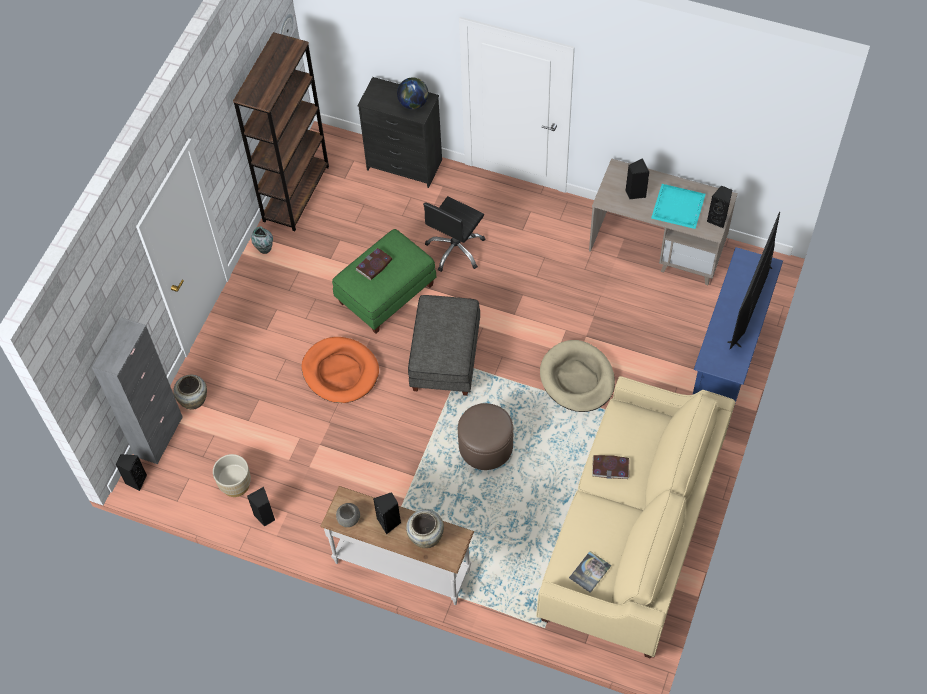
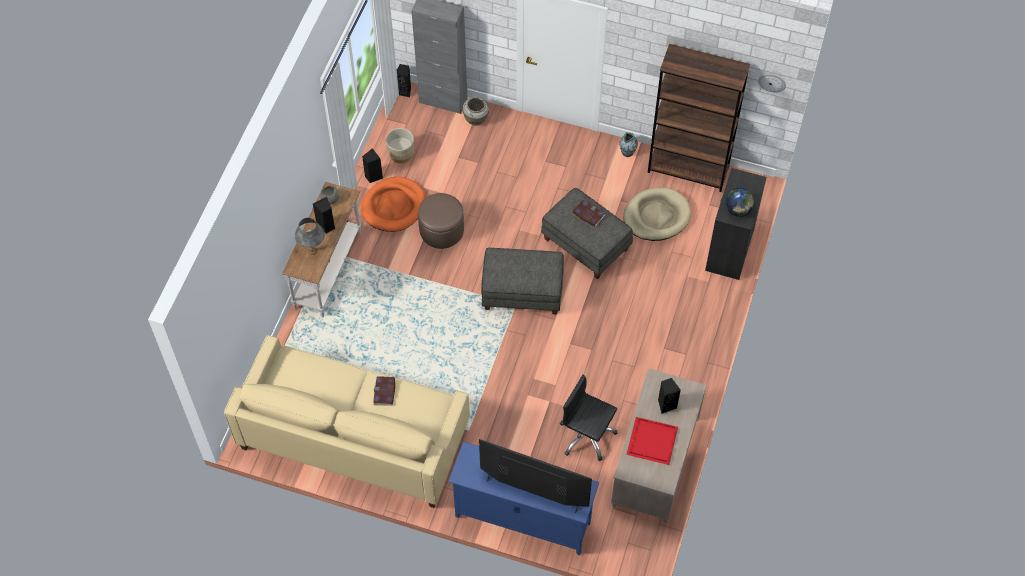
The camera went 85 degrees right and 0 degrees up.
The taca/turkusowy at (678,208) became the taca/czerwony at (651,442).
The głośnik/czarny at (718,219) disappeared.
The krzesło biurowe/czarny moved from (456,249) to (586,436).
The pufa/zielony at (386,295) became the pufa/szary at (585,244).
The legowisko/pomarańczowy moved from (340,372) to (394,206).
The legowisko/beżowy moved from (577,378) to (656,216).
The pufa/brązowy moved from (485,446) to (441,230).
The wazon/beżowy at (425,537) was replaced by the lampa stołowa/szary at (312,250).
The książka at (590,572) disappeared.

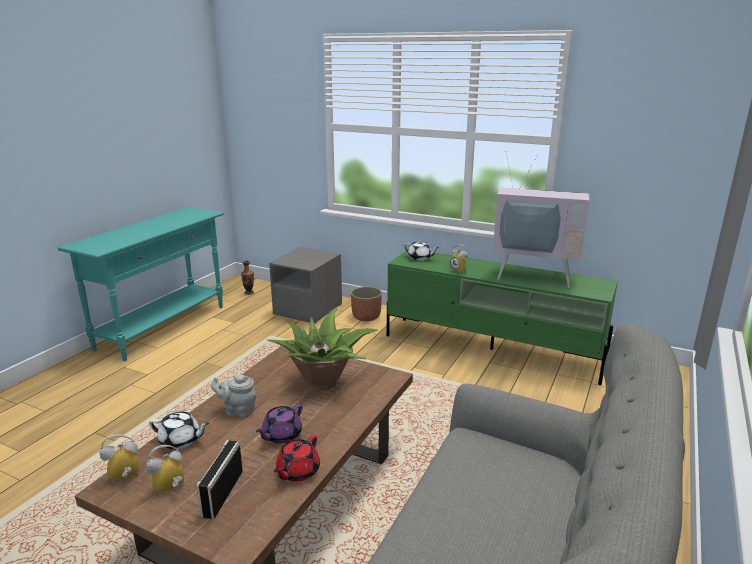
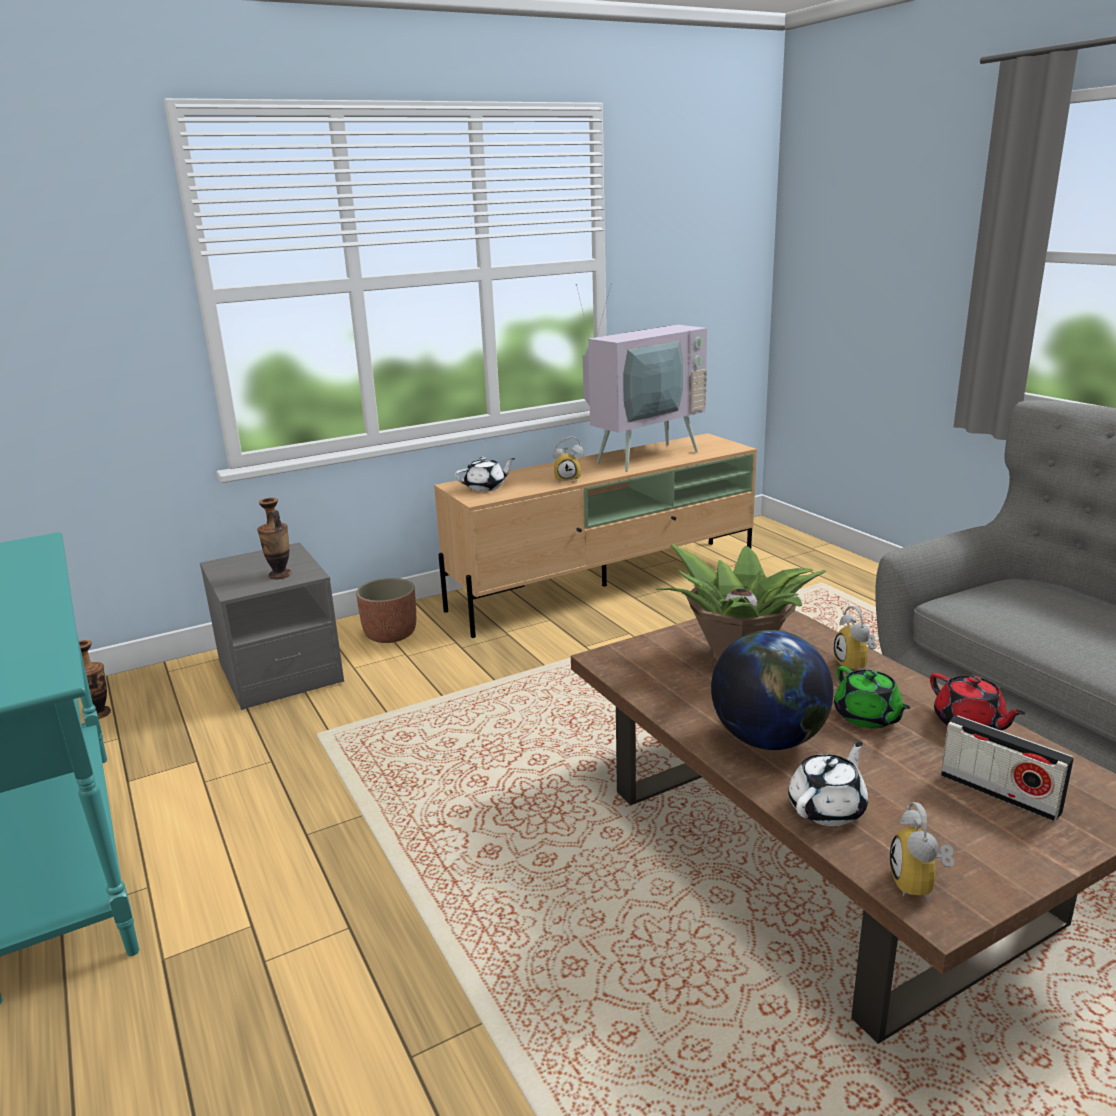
The camera went 55 degrees left and 0 degrees up.
The szafka pod telewizor/zielony at (492,349) became the szafka pod telewizor/beżowy at (606,585).
The imbryk/szary at (238,411) was replaced by the globus at (768,739).
The imbryk/fioletowy at (281,435) became the imbryk/zielony at (867,717).
The budzik moved from (171,490) to (856,666).
The wazon at (280,575) appeared.

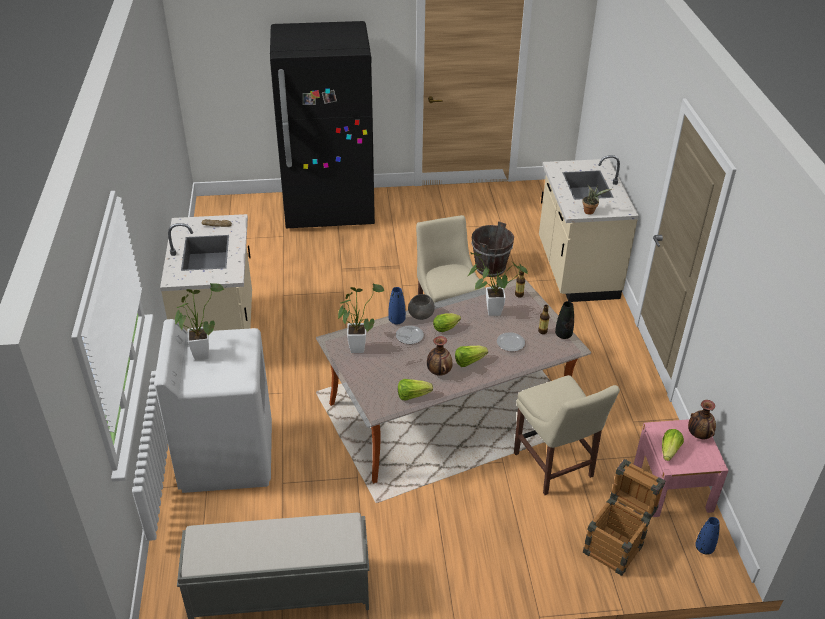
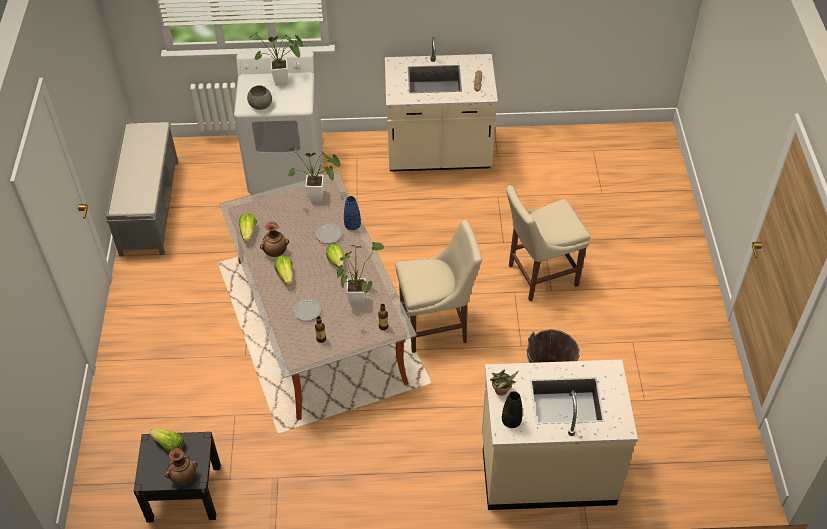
The camera went 95 degrees right and 10 degrees up.
The lodówka/czarny at (329,210) disappeared.
The miska/szary moved from (421,314) to (261,105).
The wazon/czarny moved from (563,335) to (511,421).
The krzesło/beżowy moved from (555,467) to (539,276).
The szafka nocna/różowy at (672,487) became the szafka nocna/czarny at (184,492).
The skrzynka at (616,544) disappeared.
The wazon/niebieski at (704,548) disappeared.

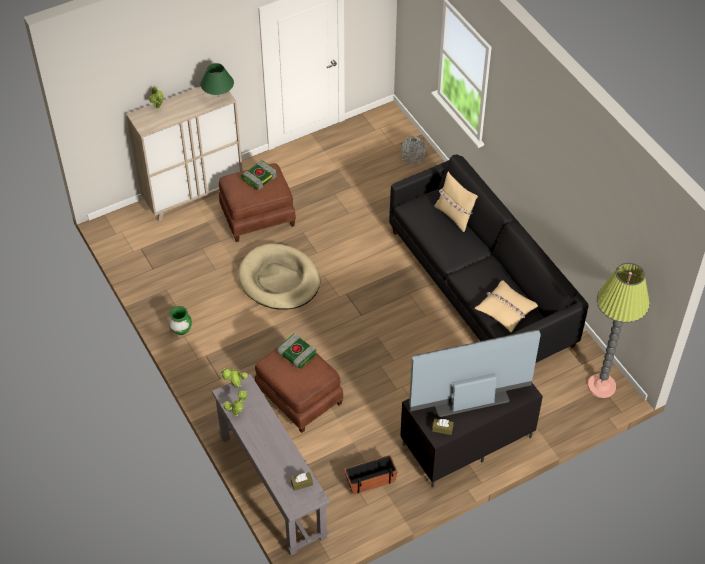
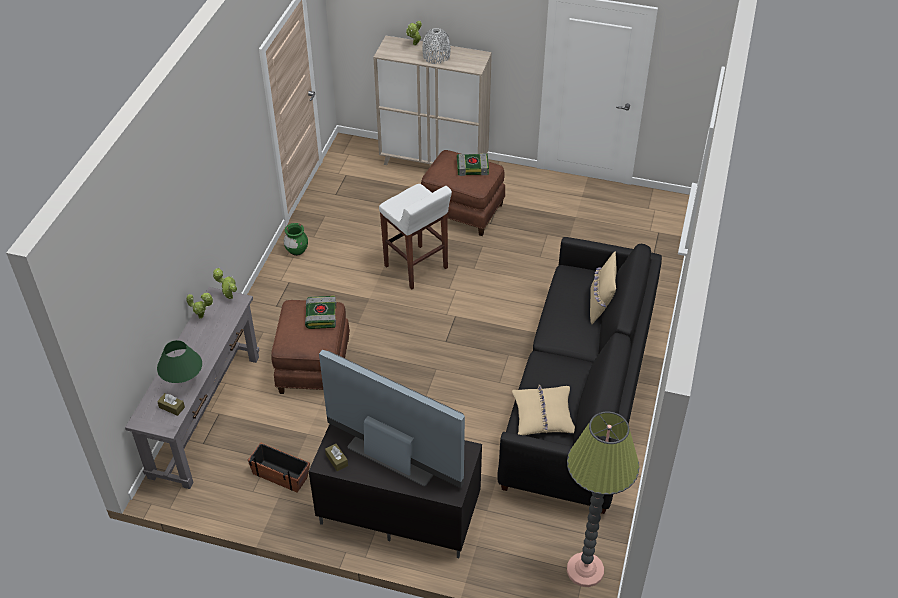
The camera went 45 degrees right and 5 degrees down.
The lampa stołowa/zielony moved from (218,96) to (183,381).
The wazon/szary moved from (413,157) to (436,56).
The legowisko/beżowy at (279,280) was replaced by the stołek/biały at (416,268).

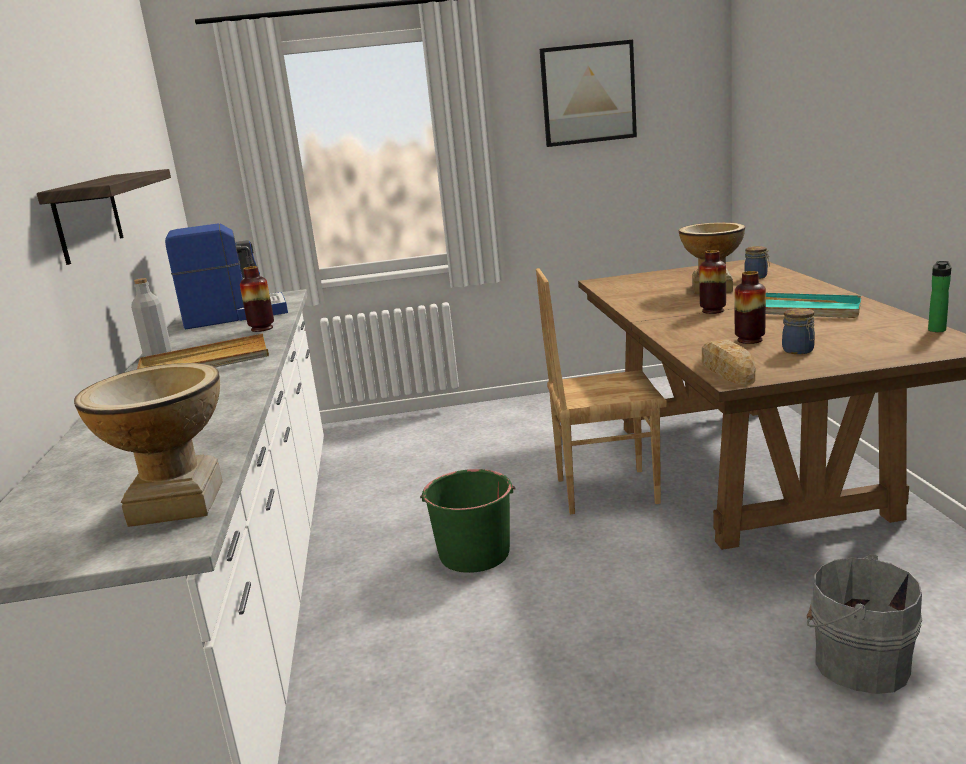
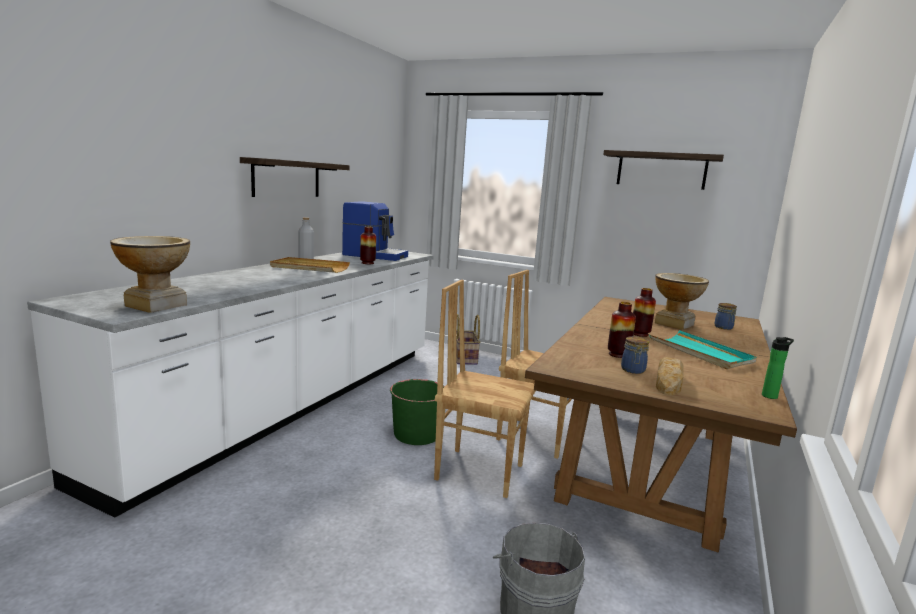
The camera went 30 degrees right and 5 degrees down.
The obraz at (588,94) was replaced by the półka at (661,170).
The chleb moved from (727,370) to (668,382).
The krzesło/brązowy at (479,471) appeared.
The koszyk at (465,358) appeared.

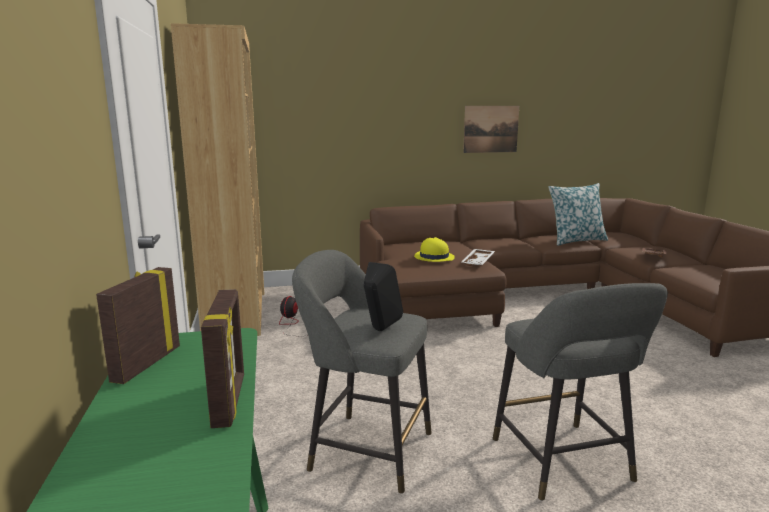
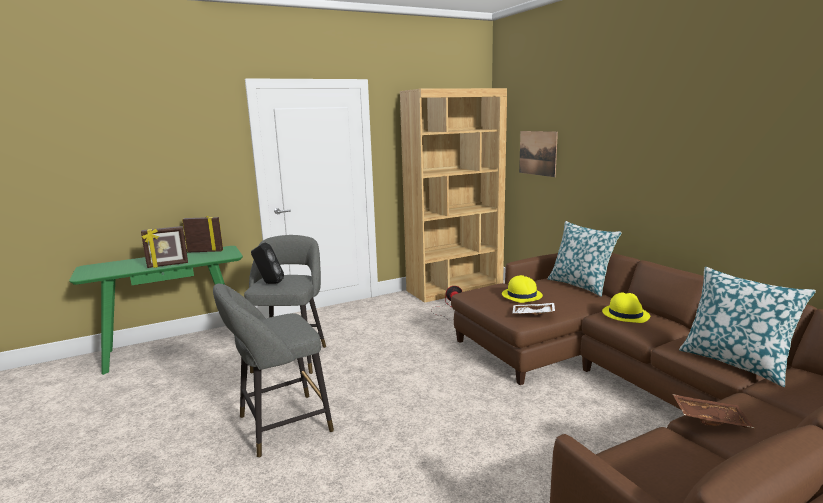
The camera went 75 degrees right and 0 degrees up.
The obraz moved from (491,129) to (537,153).
The poduszka at (580,285) appeared.
The kapelusz/żółty at (625,314) appeared.

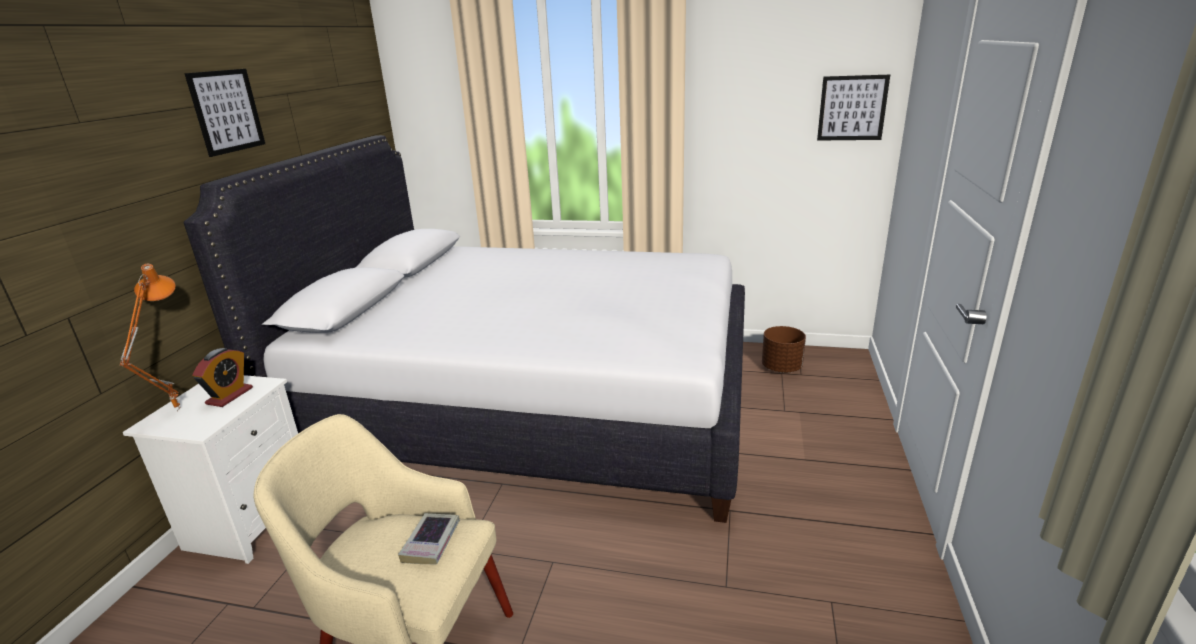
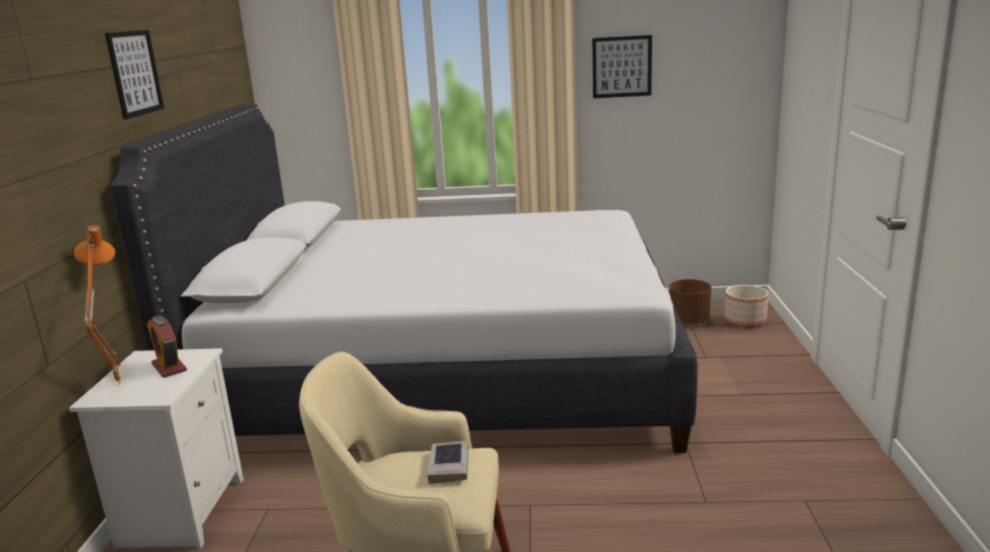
The camera went 10 degrees left and 5 degrees down.
The obraz moved from (852,108) to (621,67).
The budzik at (229,396) turned 135 degrees clockwise.
The donica at (745,320) appeared.

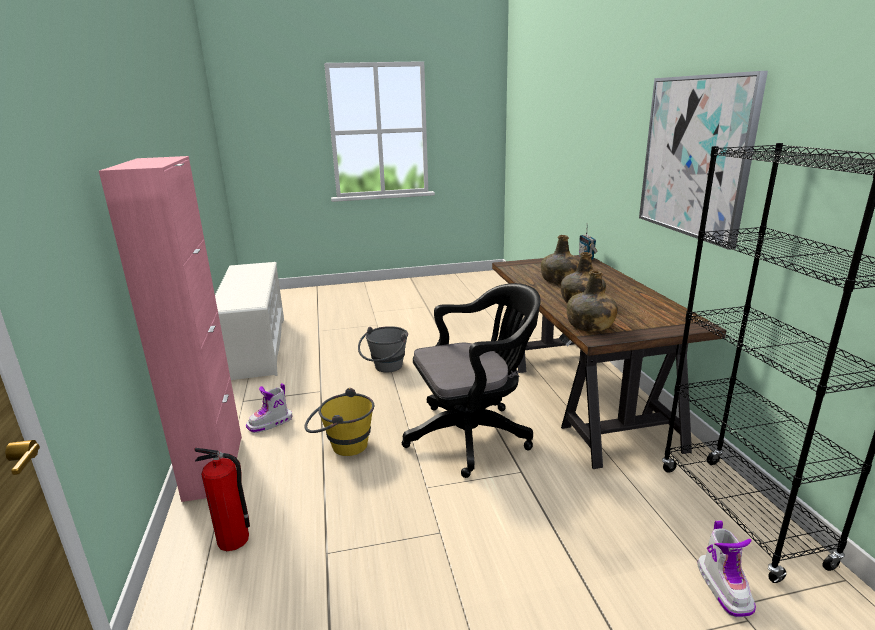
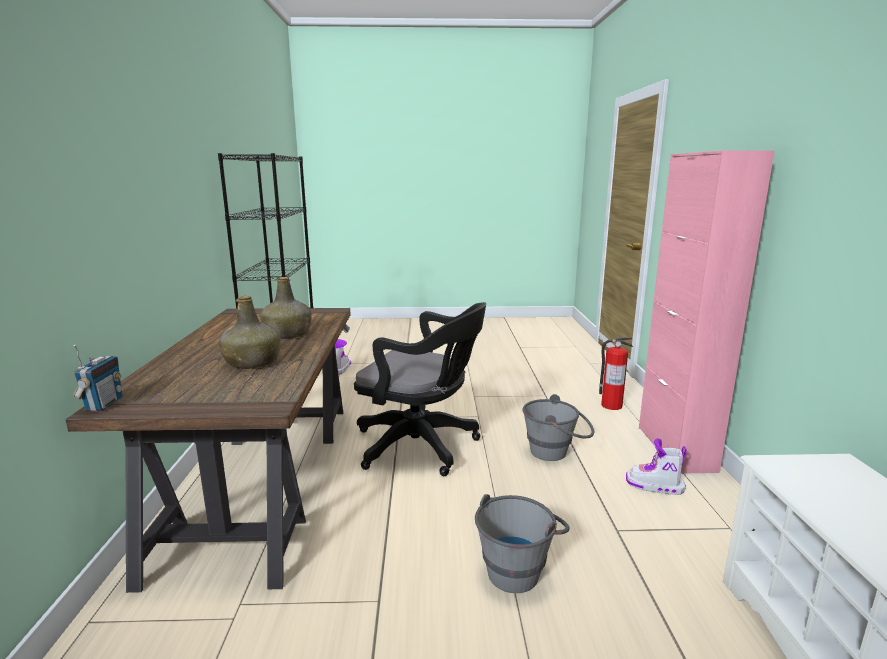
The camera went 170 degrees left and 5 degrees down.
The obraz at (695,157) disappeared.
The butelka/zielony at (590,326) disappeared.
The krzesło biurowe/czarny at (473,435) turned 150 degrees counterclockwise.
The but z cholewką at (270,423) turned 135 degrees counterclockwise.
The wiadro/żółty at (342,445) became the wiadro/szary at (556,452).

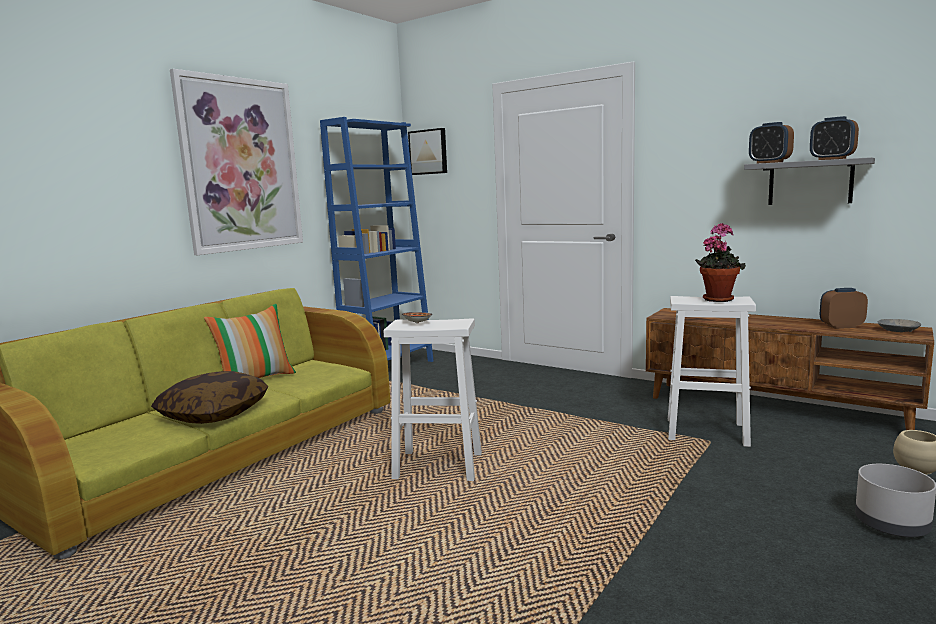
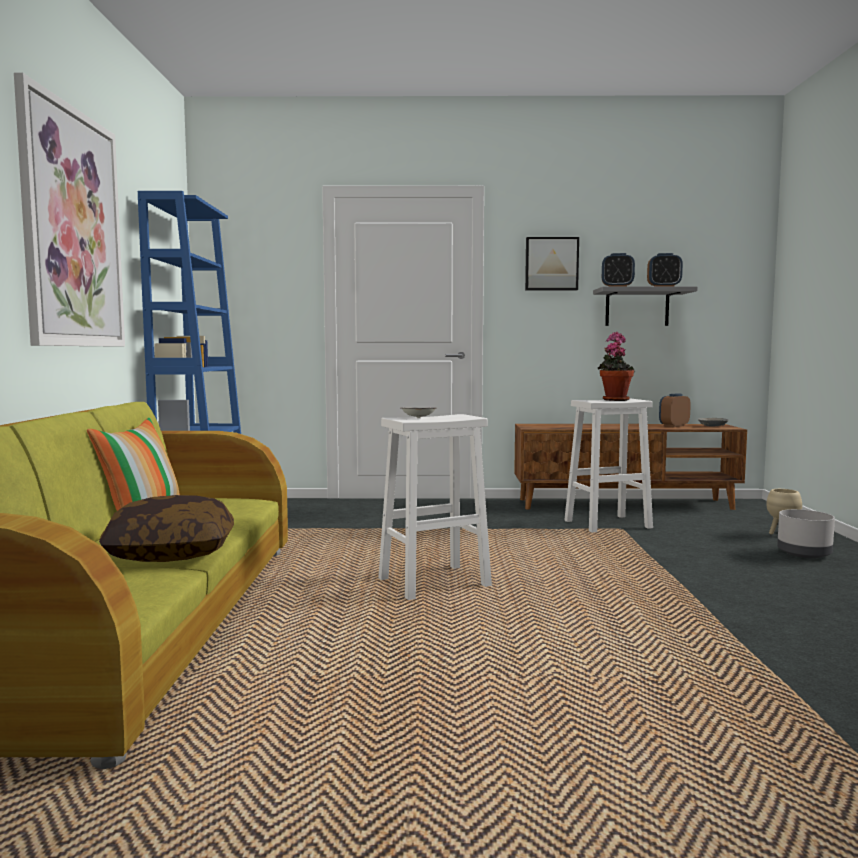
The camera went 35 degrees left and 5 degrees down.
The obraz moved from (429,152) to (551,264).

